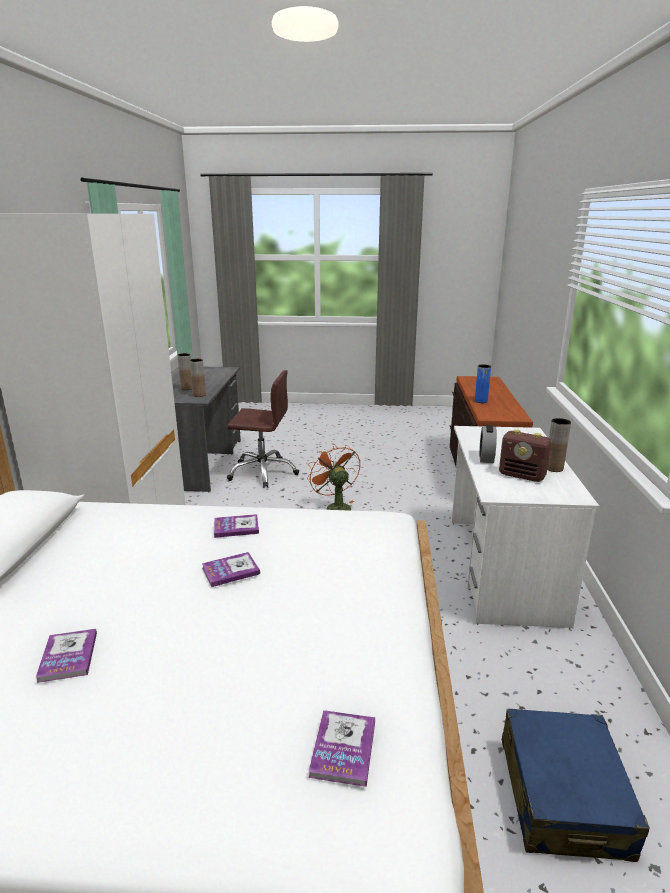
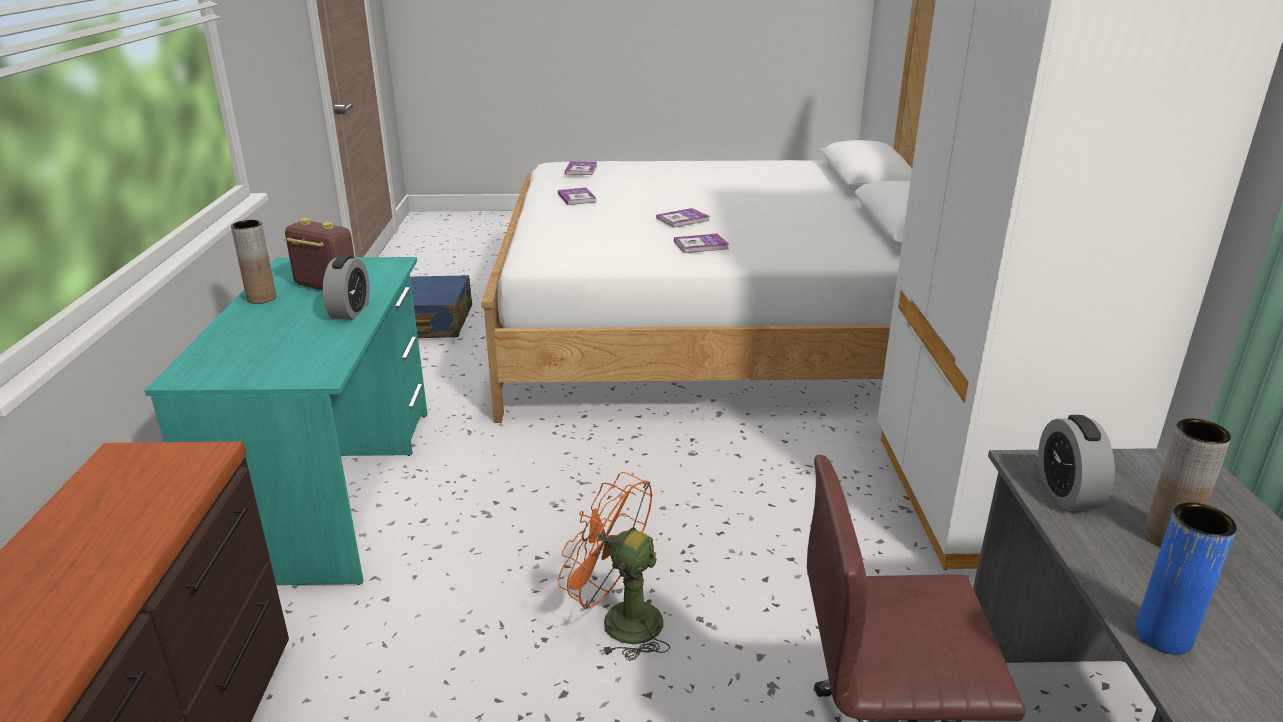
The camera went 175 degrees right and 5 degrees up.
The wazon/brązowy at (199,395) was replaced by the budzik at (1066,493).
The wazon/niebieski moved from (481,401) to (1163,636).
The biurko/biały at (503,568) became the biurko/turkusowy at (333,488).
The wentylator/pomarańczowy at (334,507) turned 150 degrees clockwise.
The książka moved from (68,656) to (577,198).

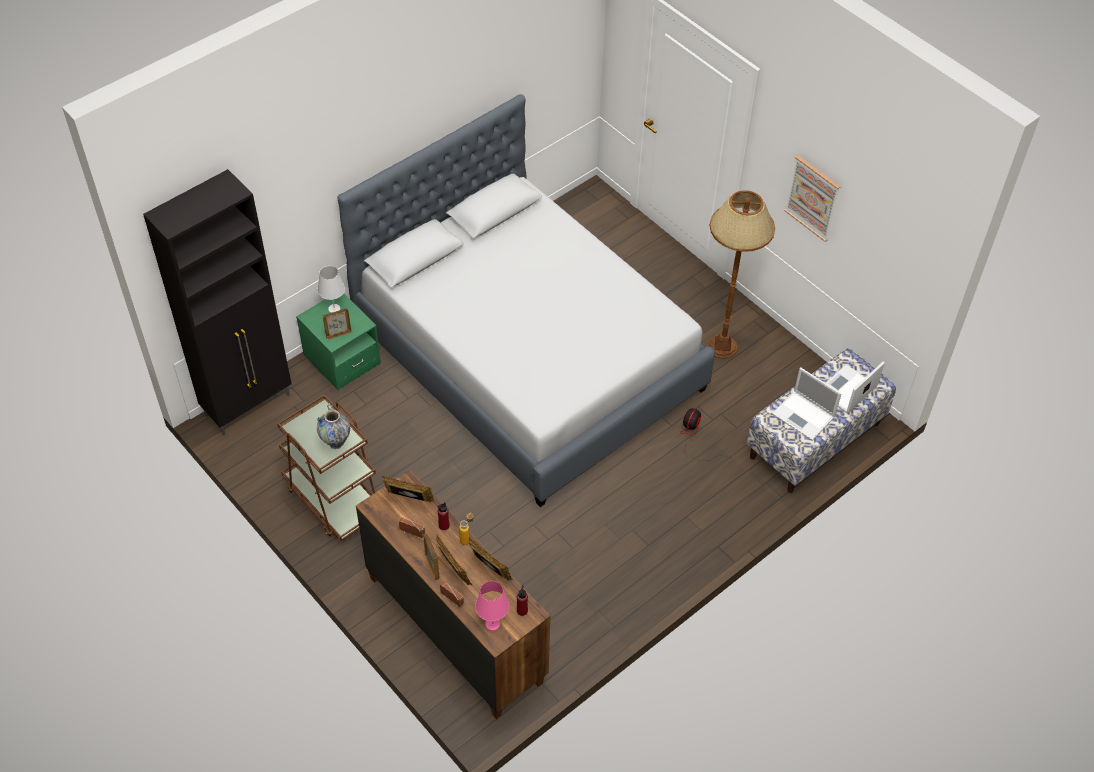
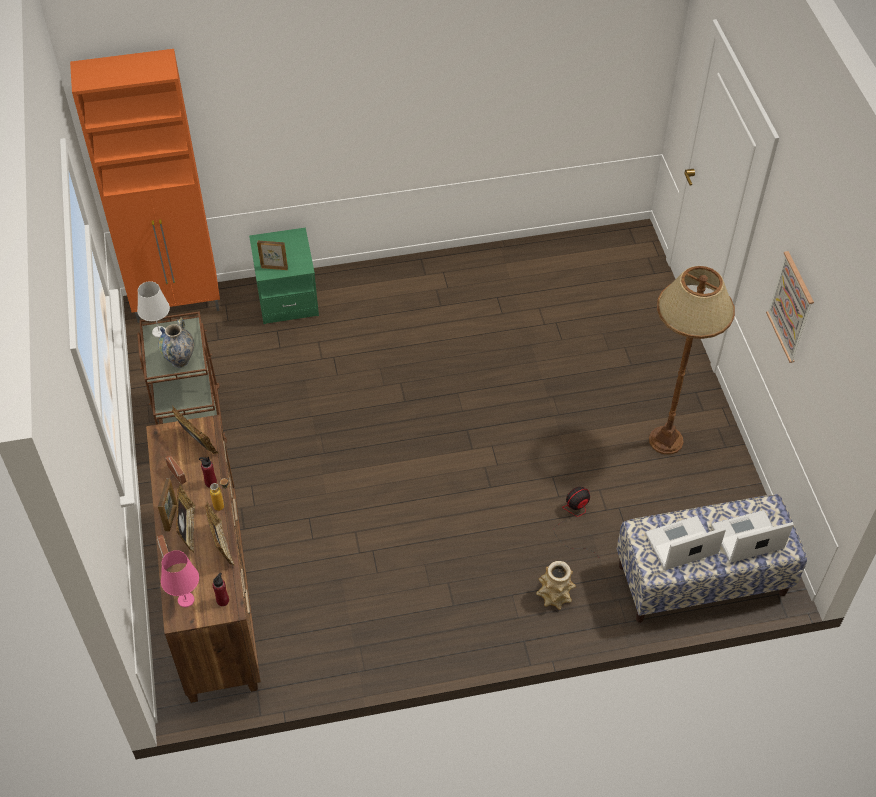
The camera went 30 degrees right and 0 degrees up.
The łóżko/szary at (528,357) disappeared.
The szafka/czarny at (249,405) became the szafka/pomarańczowy at (178,304).
The lampa stołowa/biały moved from (334,309) to (159,332).
The laptop at (804,416) turned 90 degrees clockwise.
The wazon at (554,595) appeared.

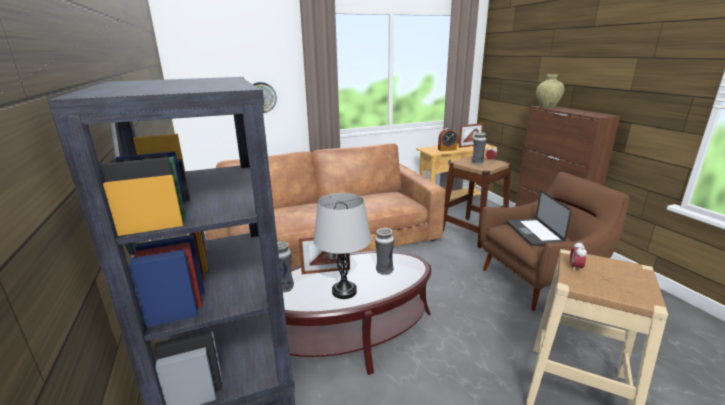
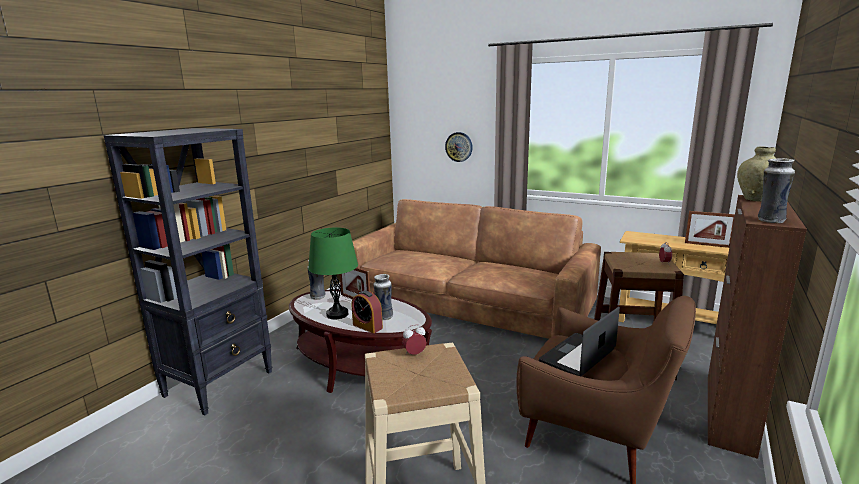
The camera went 50 degrees right and 5 degrees down.
The budzik moved from (447,149) to (367,326).
The wazon moved from (477,163) to (770,221).
The lampa stołowa/szary at (344,291) became the lampa stołowa/zielony at (337,314).

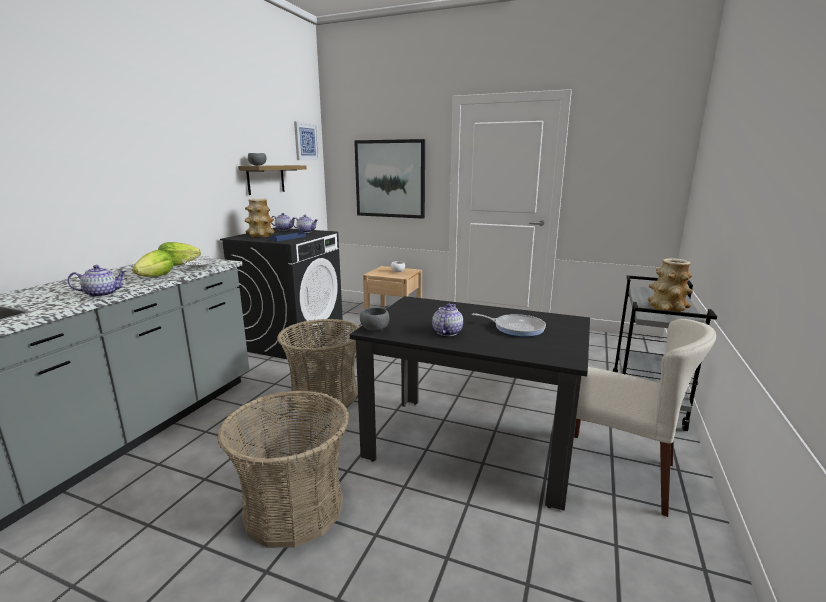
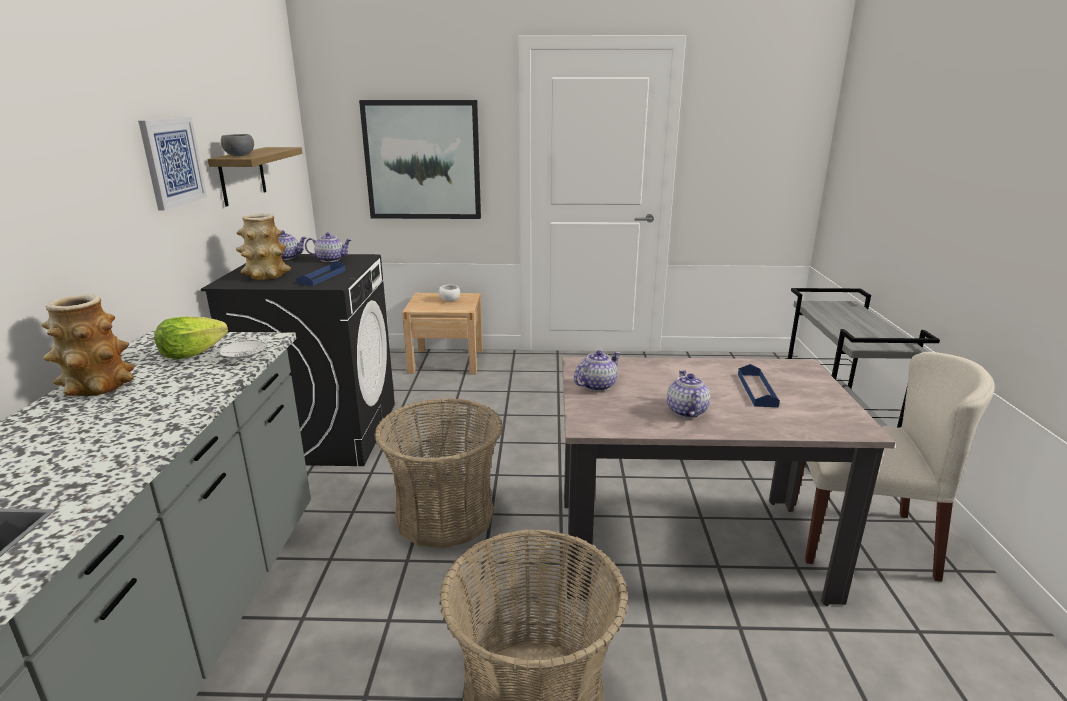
The camera went 20 degrees left and 5 degrees up.
The obraz moved from (306,141) to (172,162).
The sałata at (156,277) disappeared.
The wazon moved from (666,308) to (98,386).
The imbryk moved from (102,294) to (597,385).
The stół jadalny/czarny at (470,446) became the stół jadalny/beżowy at (688,546).
The miska/szary at (374,329) disappeared.
The patelnia at (516,328) was replaced by the taca/niebieski at (757,390).

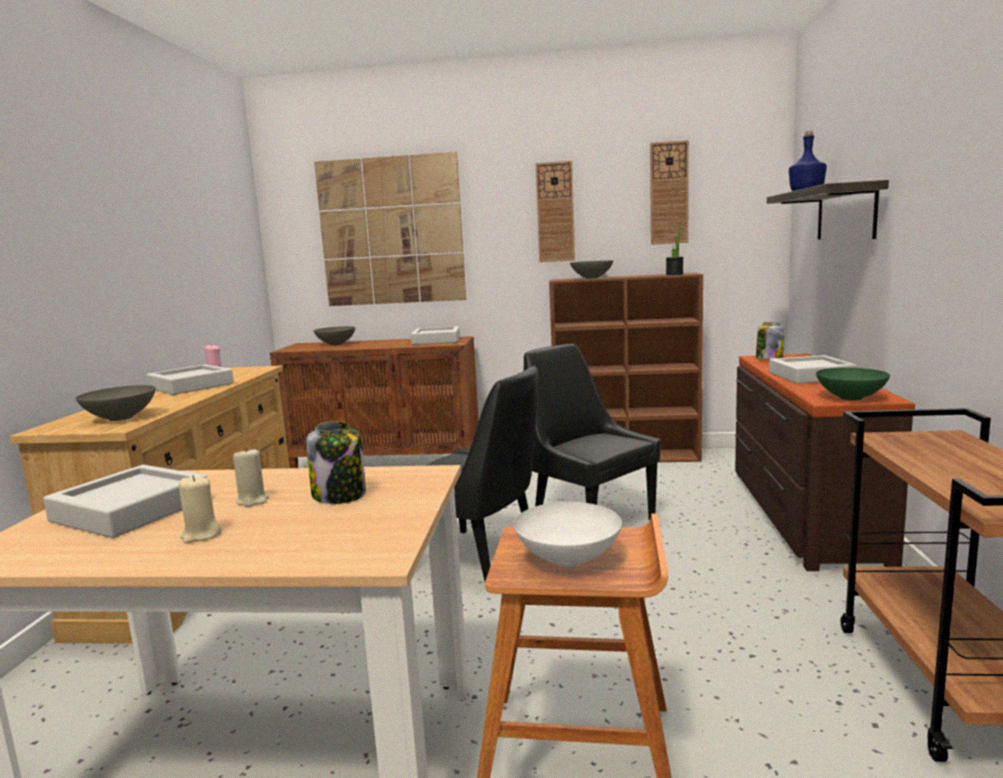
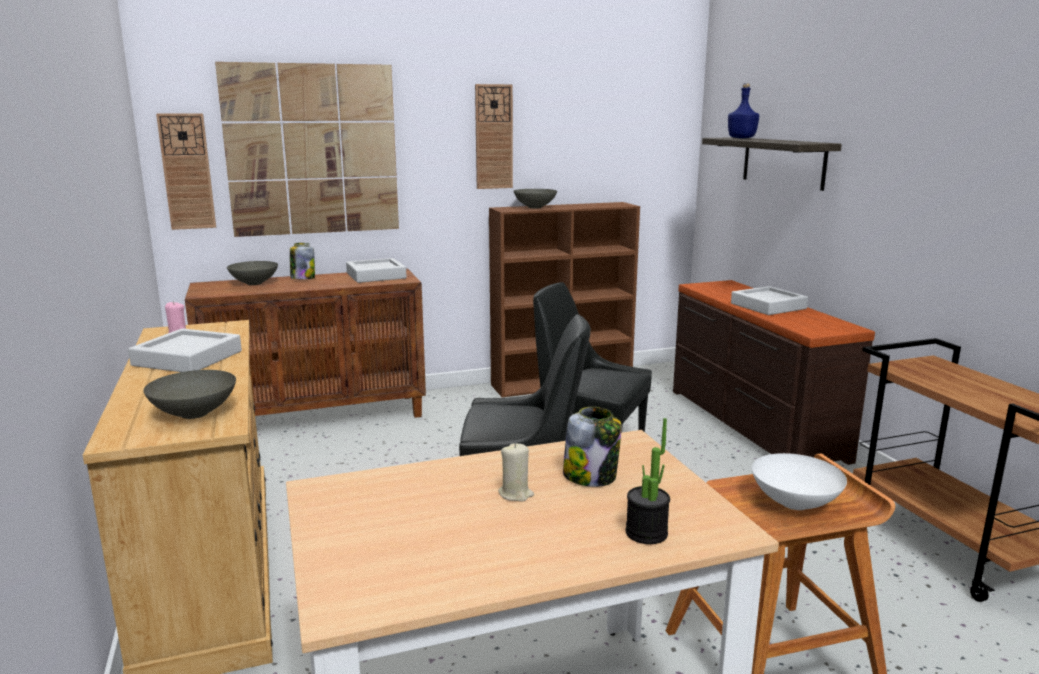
The camera went 25 degrees left and 5 degrees up.
The zegar ścienny moved from (669,193) to (187,172).
The roślina doniczkowa moved from (674,274) to (646,533).
The słoik moved from (769,359) to (302,278).
The miska/zielony at (850,398) disappeared.
The taca/szary at (131,510) disappeared.
The świeca/beżowy at (201,535) disappeared.

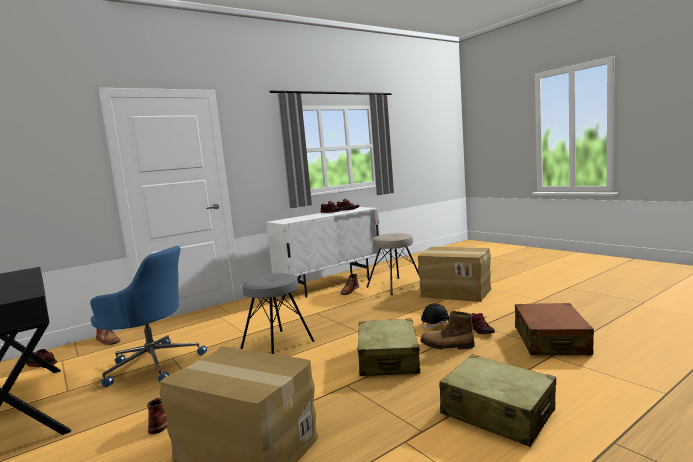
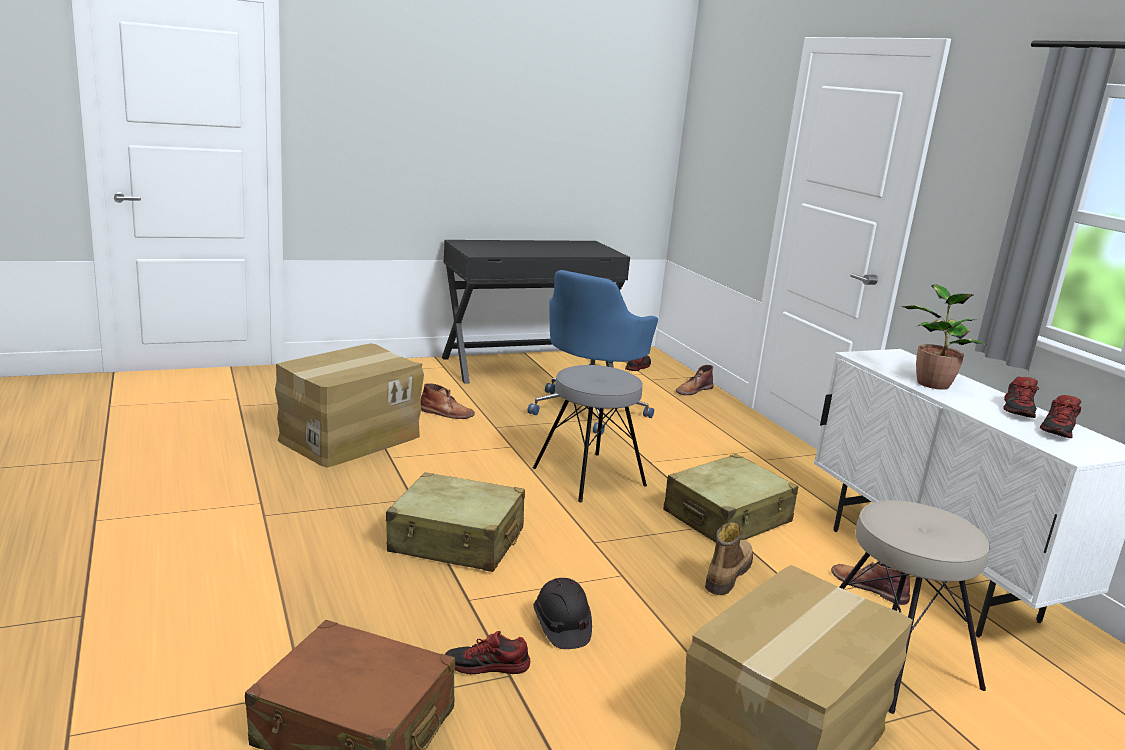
The camera went 100 degrees right and 10 degrees up.
The but z cholewką moved from (447,346) to (727,574).
The walizka/beżowy moved from (497,413) to (727,517).
The roślina doniczkowa at (931,383) appeared.

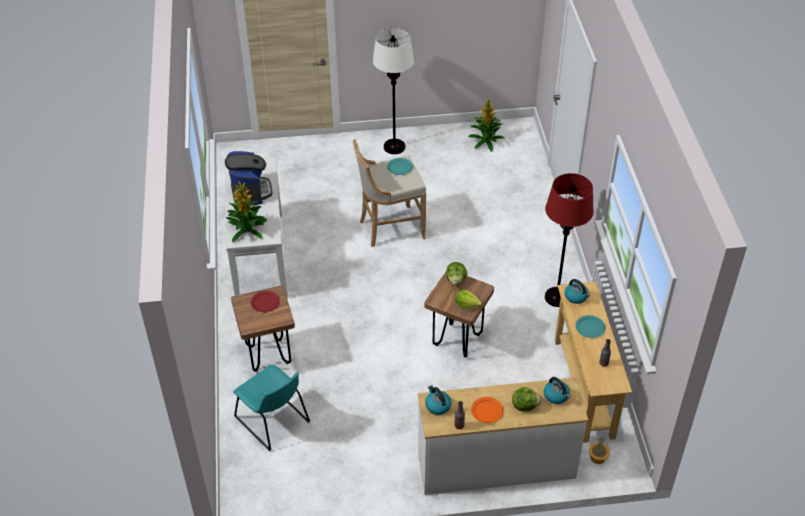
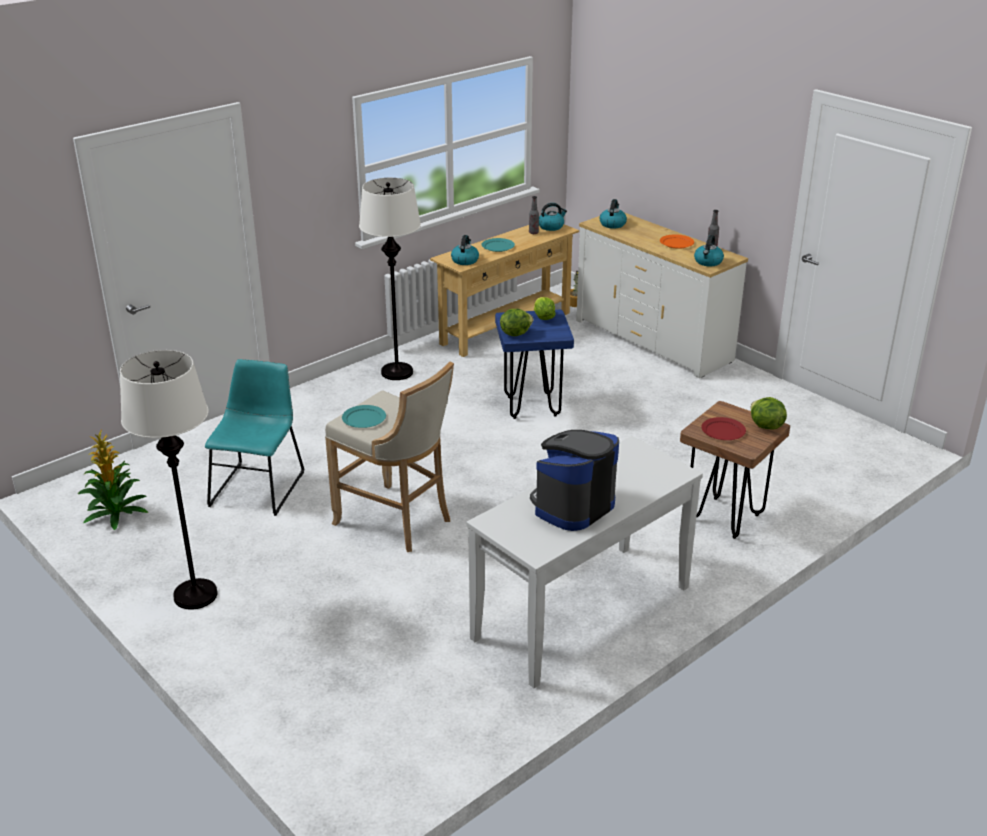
The camera went 125 degrees left and 15 degrees down.
The lampa stojąca/czerwony at (556,297) became the lampa stojąca/biały at (397,372).
The roślina doniczkowa at (247,229) disappeared.
The stołek/brązowy at (457,340) became the stołek/niebieski at (532,406).
The krzesło/turkusowy moved from (274,422) to (259,486).
The sałata moved from (524,405) to (765,426).
The czajnik at (551,226) appeared.

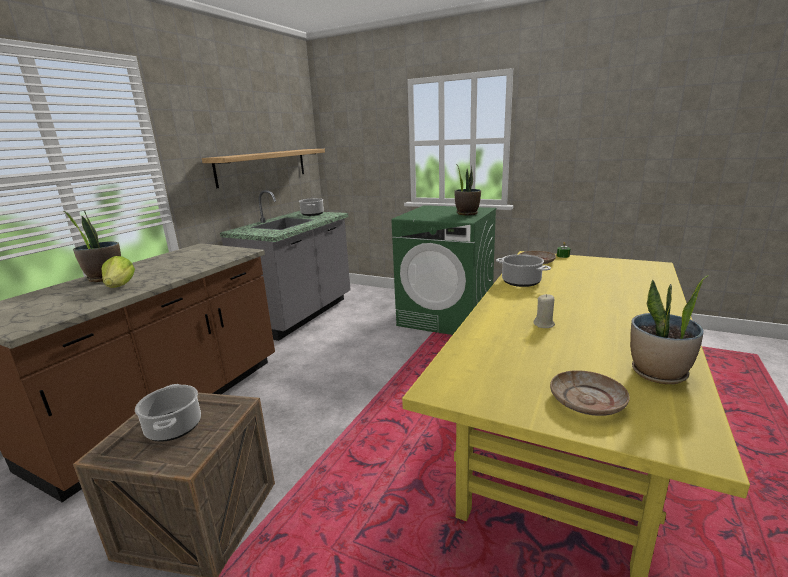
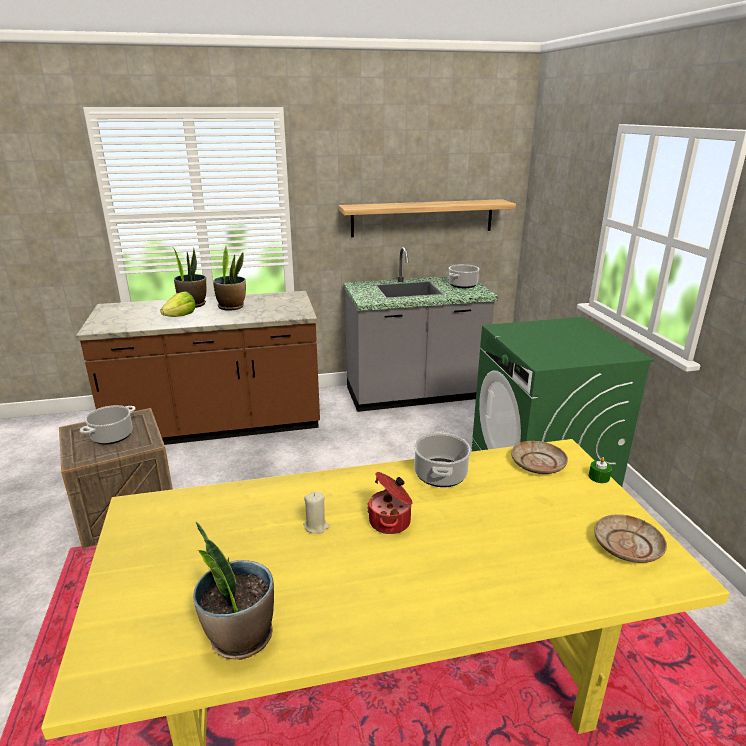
The camera went 50 degrees right and 5 degrees up.
The roślina doniczkowa moved from (467,214) to (232,307).
The talerz/beżowy moved from (587,401) to (627,546).
The garnek at (391,521) appeared.

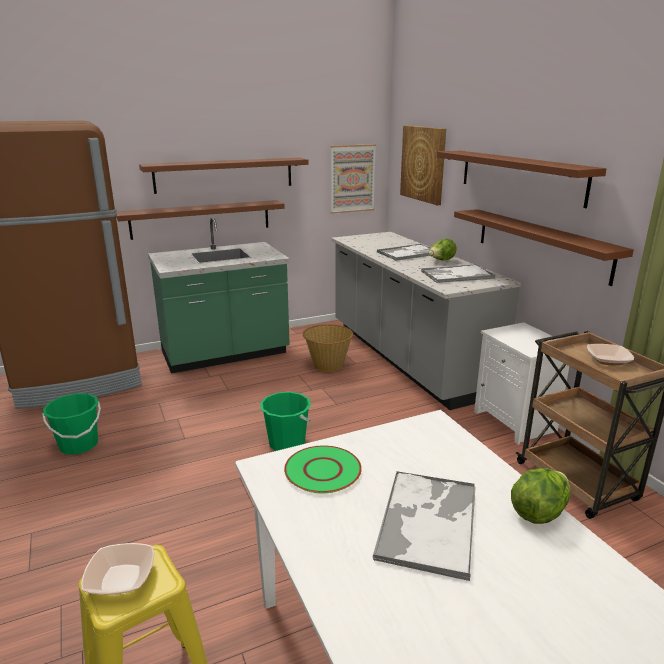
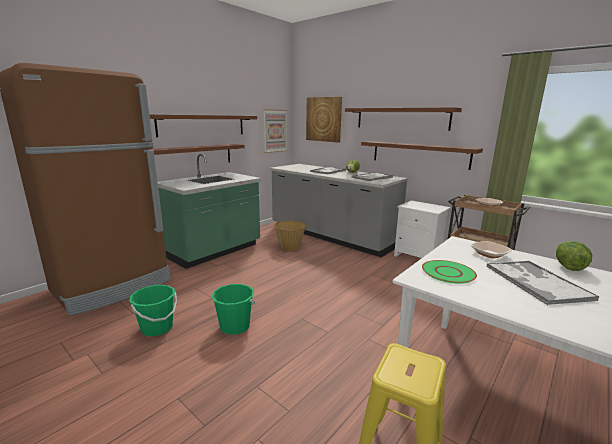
The camera went 25 degrees left and 5 degrees down.
The wiadro/zielony moved from (287,443) to (235,326).
The miska moved from (121,578) to (489,254).

